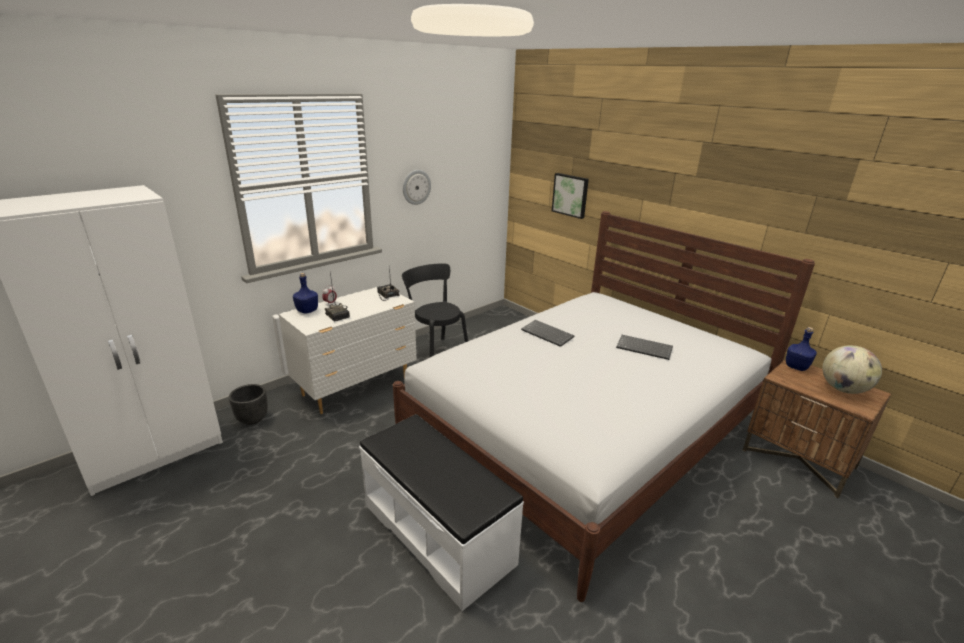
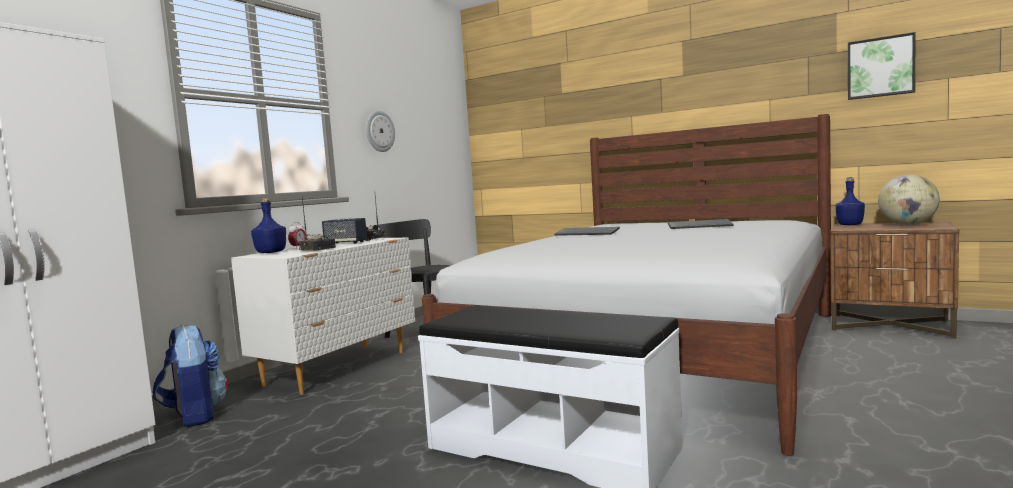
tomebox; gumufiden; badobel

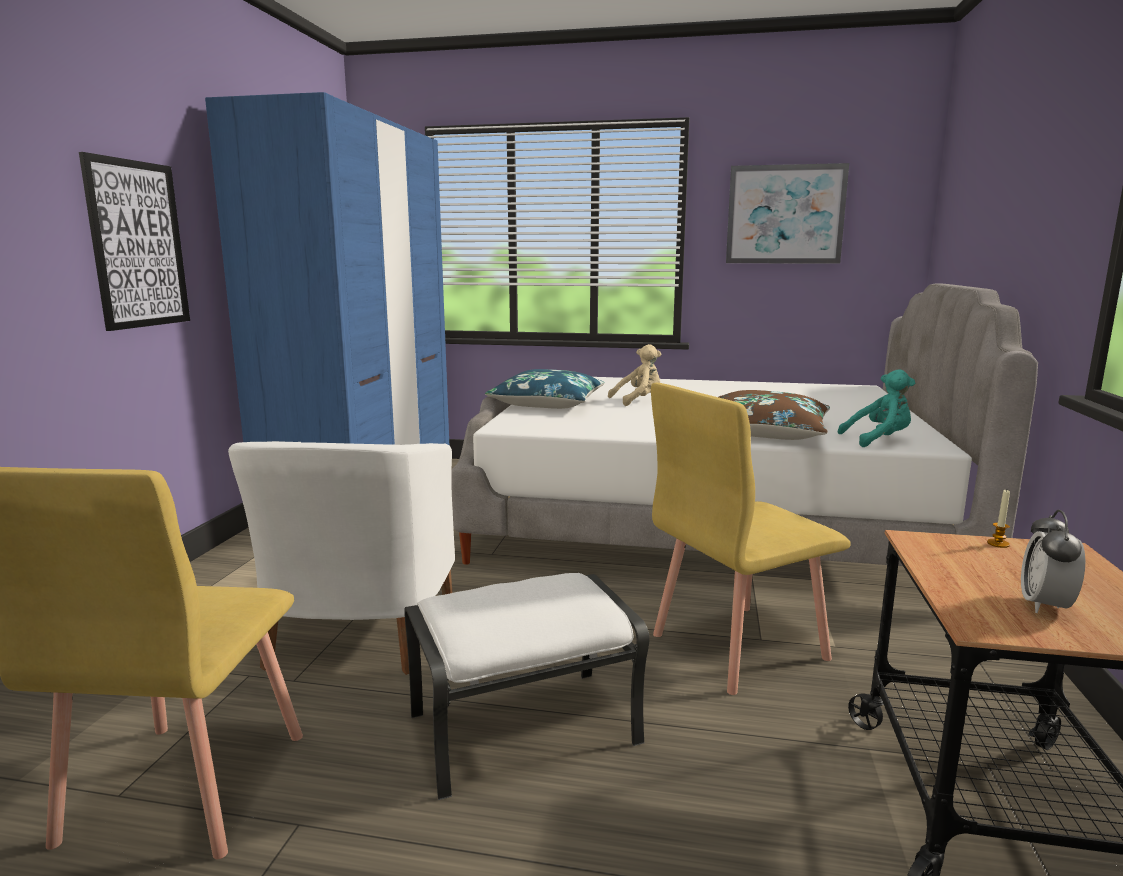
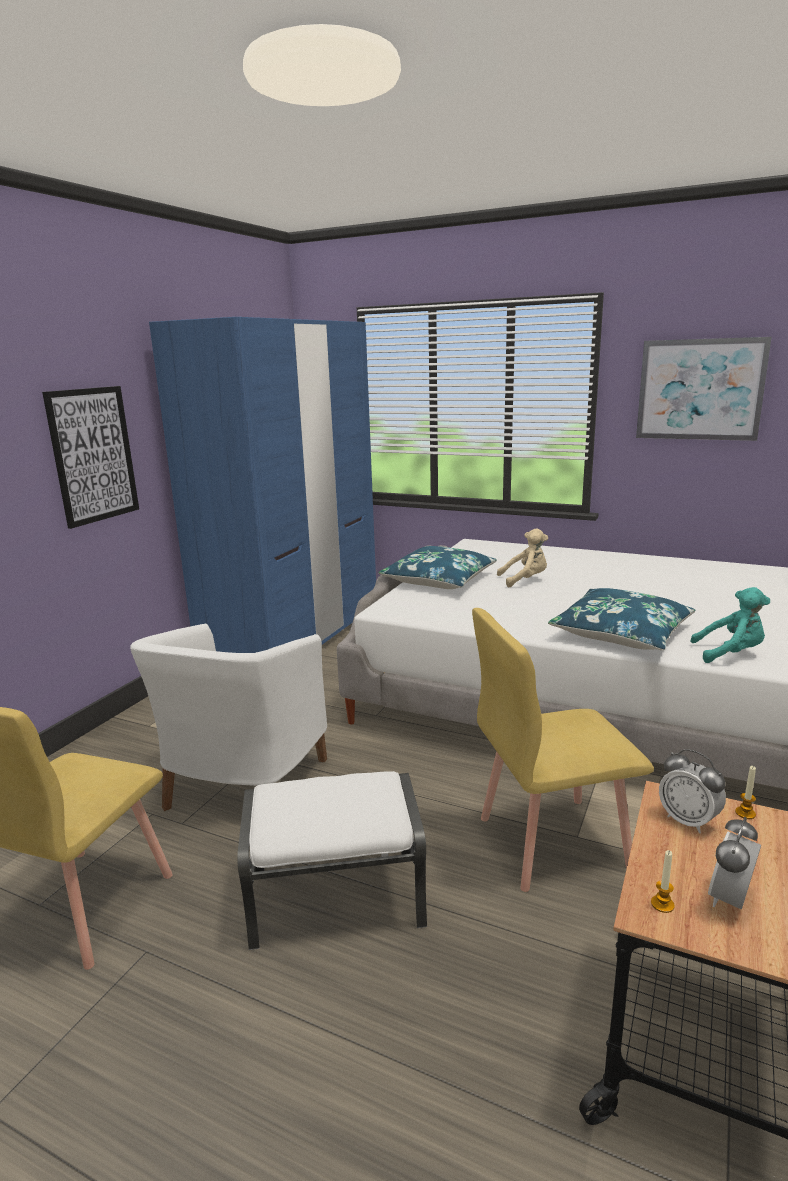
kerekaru (1st from left); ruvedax (1st from left); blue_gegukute (2nd from left)

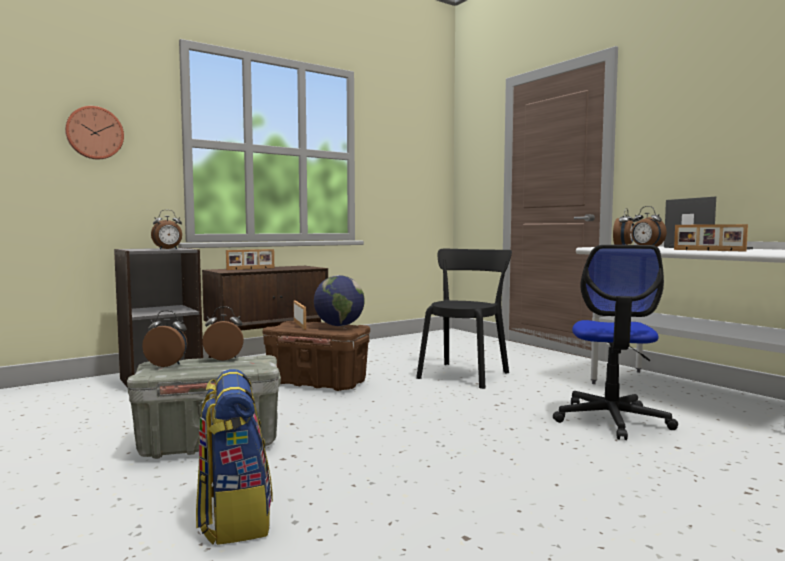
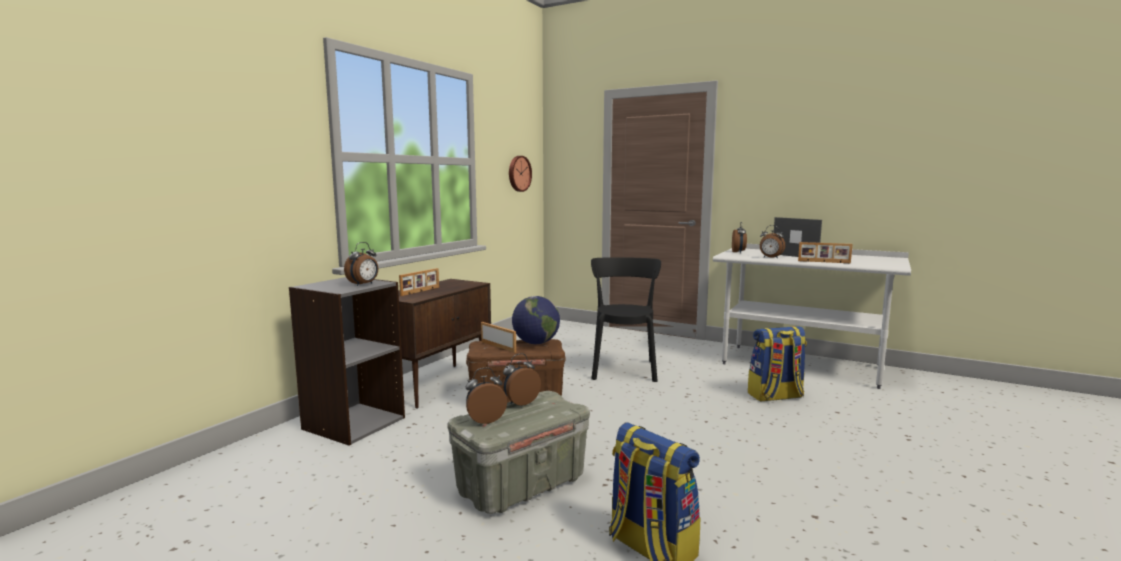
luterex; badobel (2nd from left)

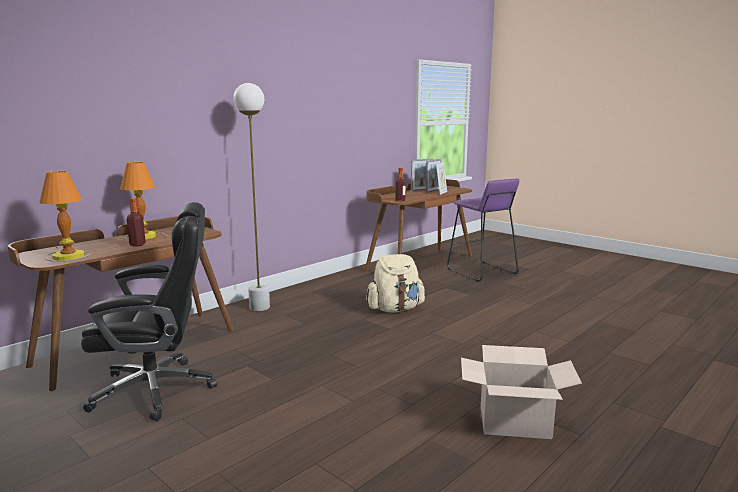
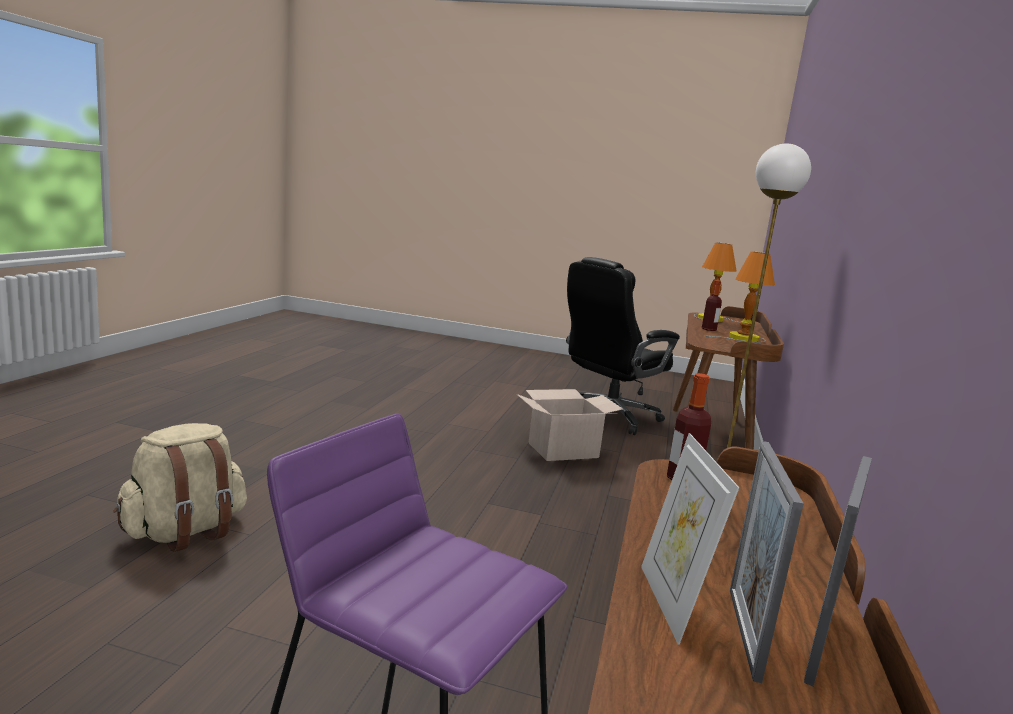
beige_badobel; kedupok

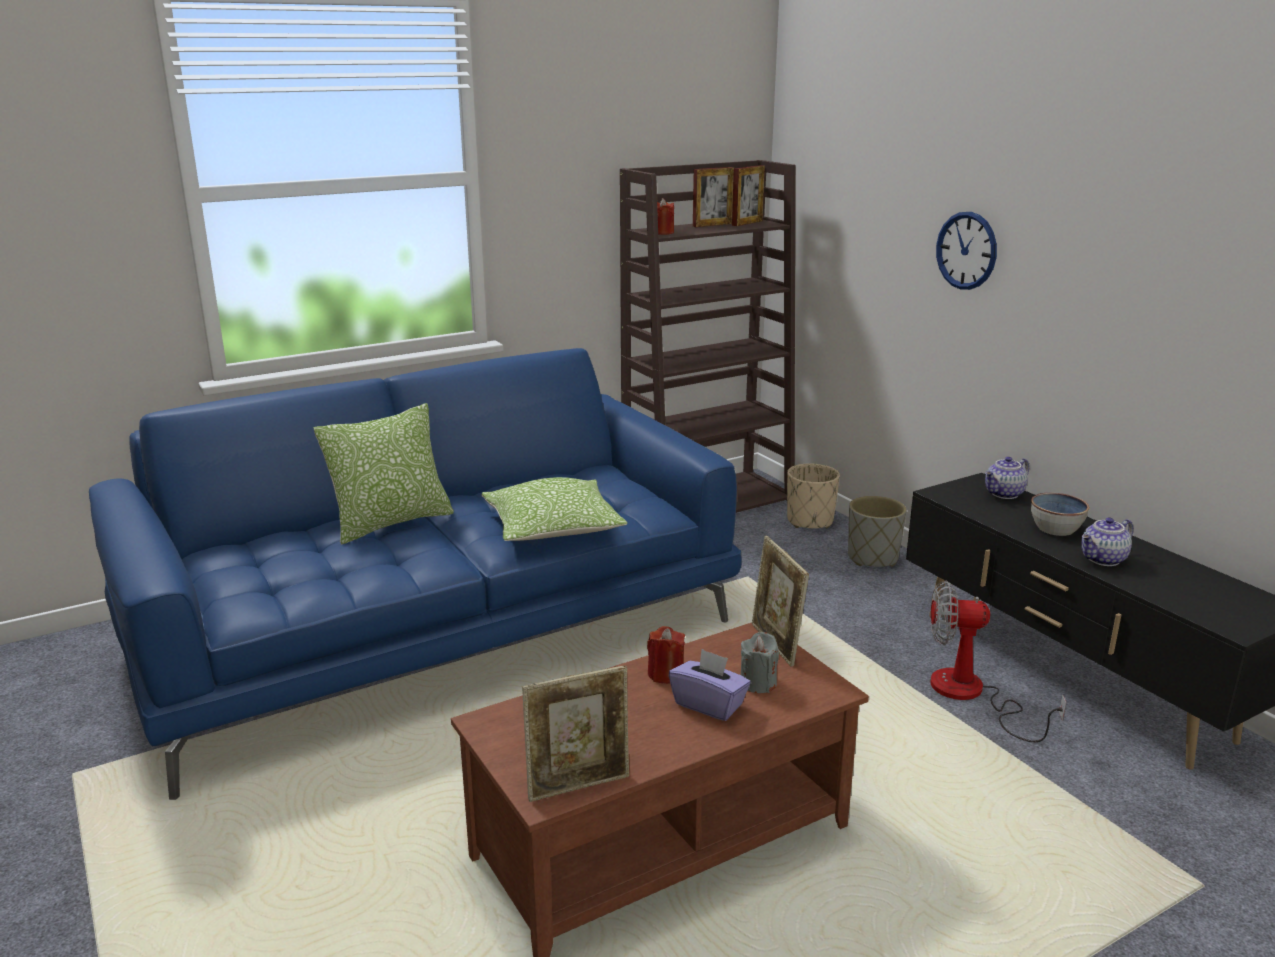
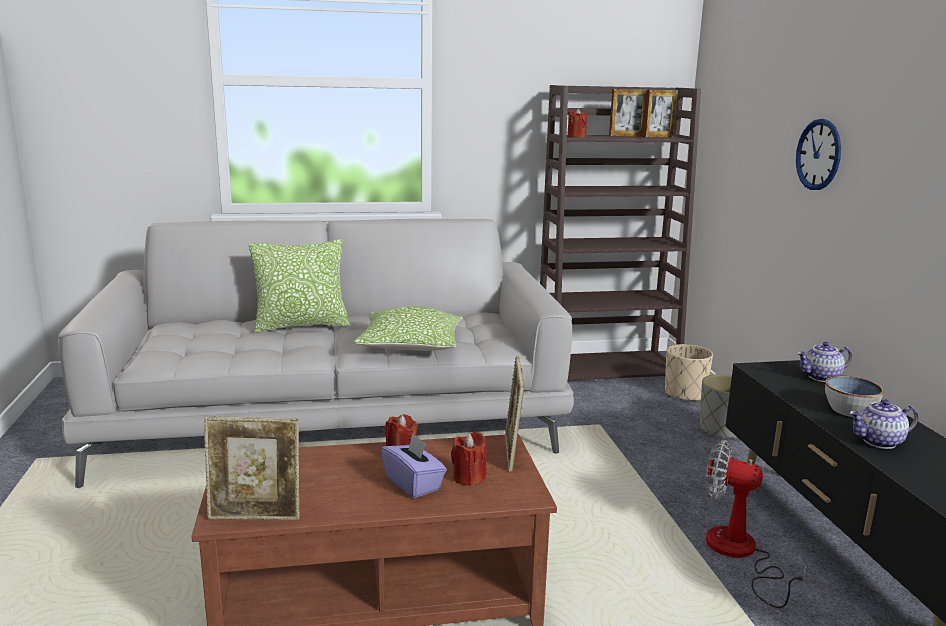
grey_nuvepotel; red_kerekaru (2nd from left)

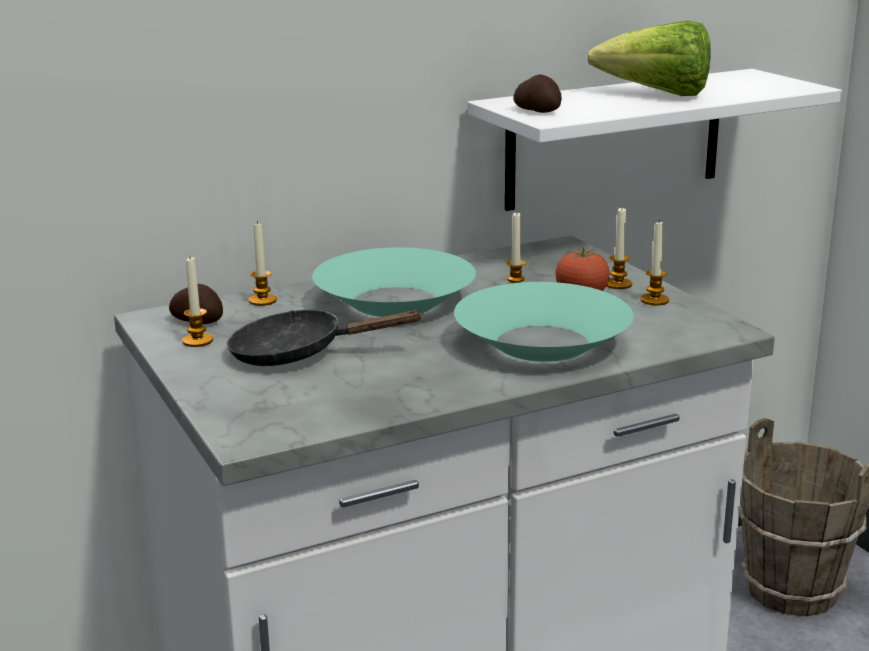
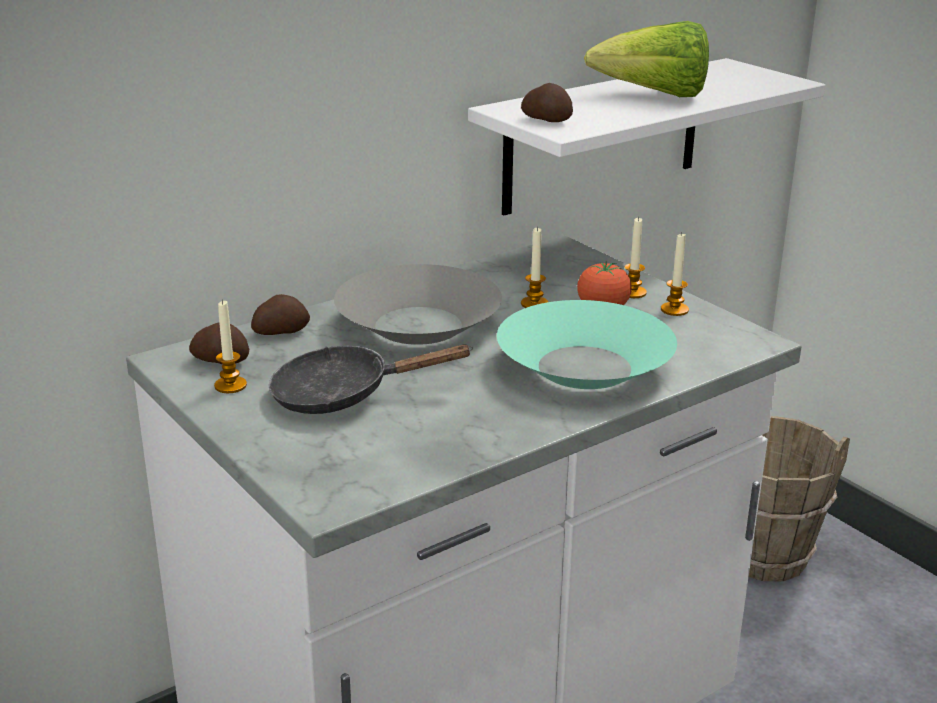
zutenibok (2nd from left); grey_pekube

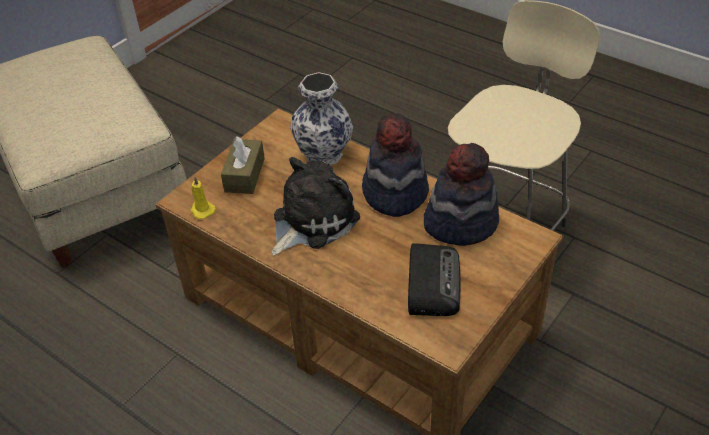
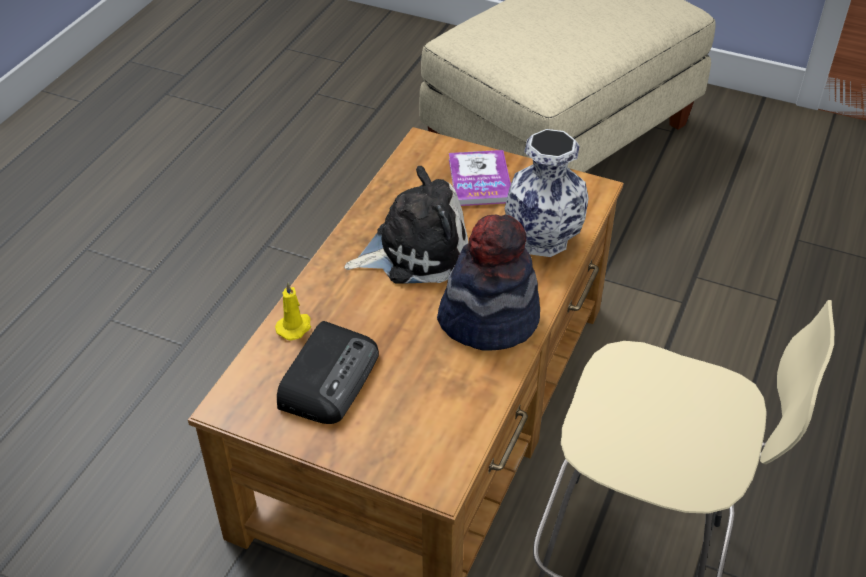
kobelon (2nd from left in the first image); yellow_kerekaru; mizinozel; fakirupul; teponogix

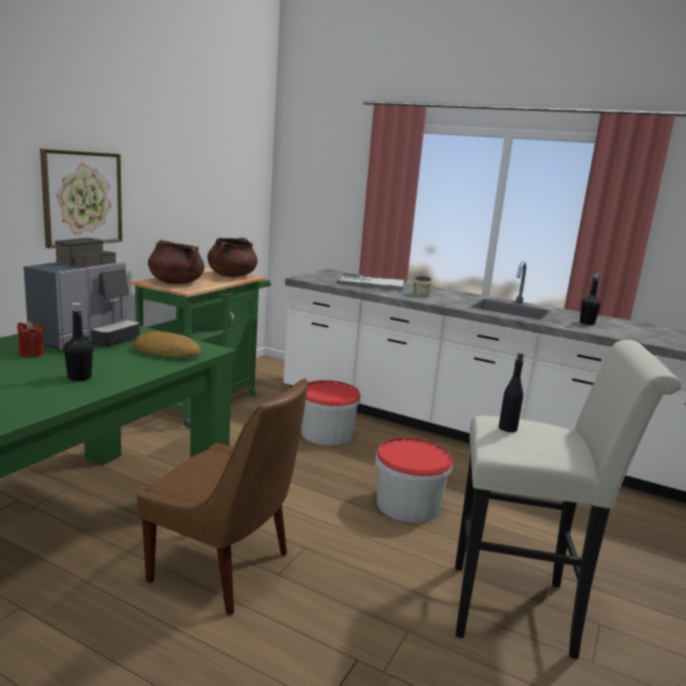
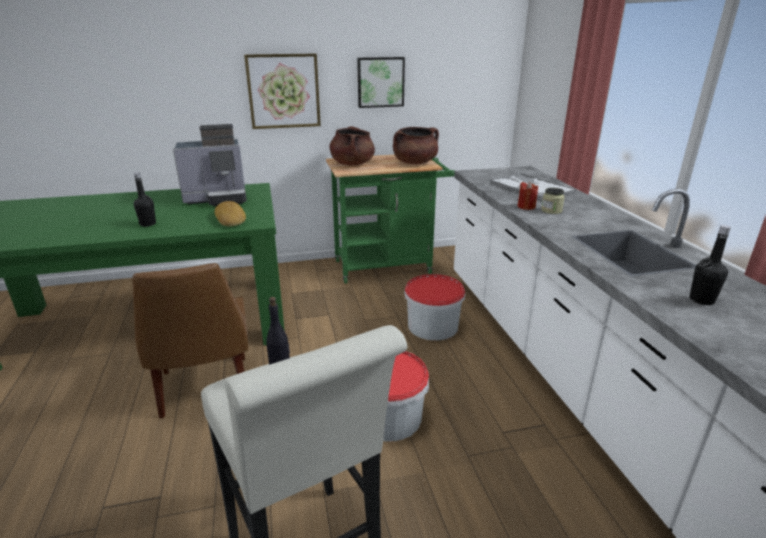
gumufiden (2nd from left); red_kerekaru

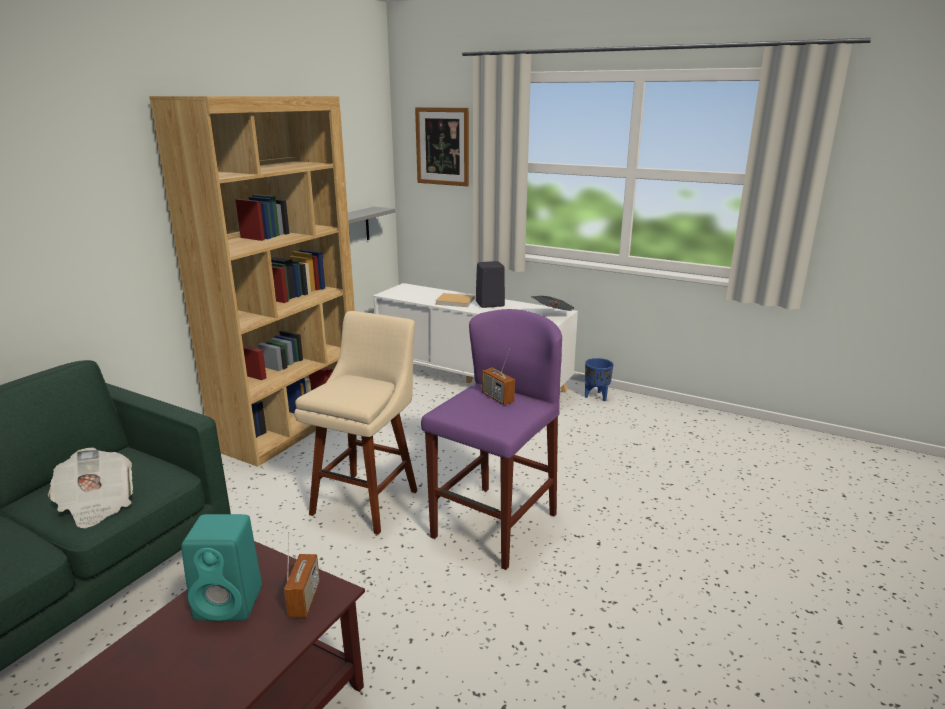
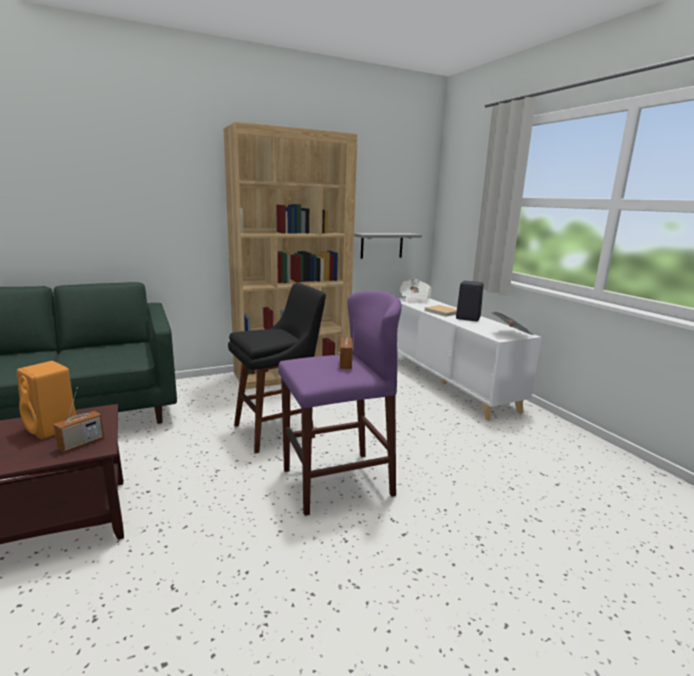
gumufiden; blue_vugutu; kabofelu (1st from left); orange_tomebox; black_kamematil

